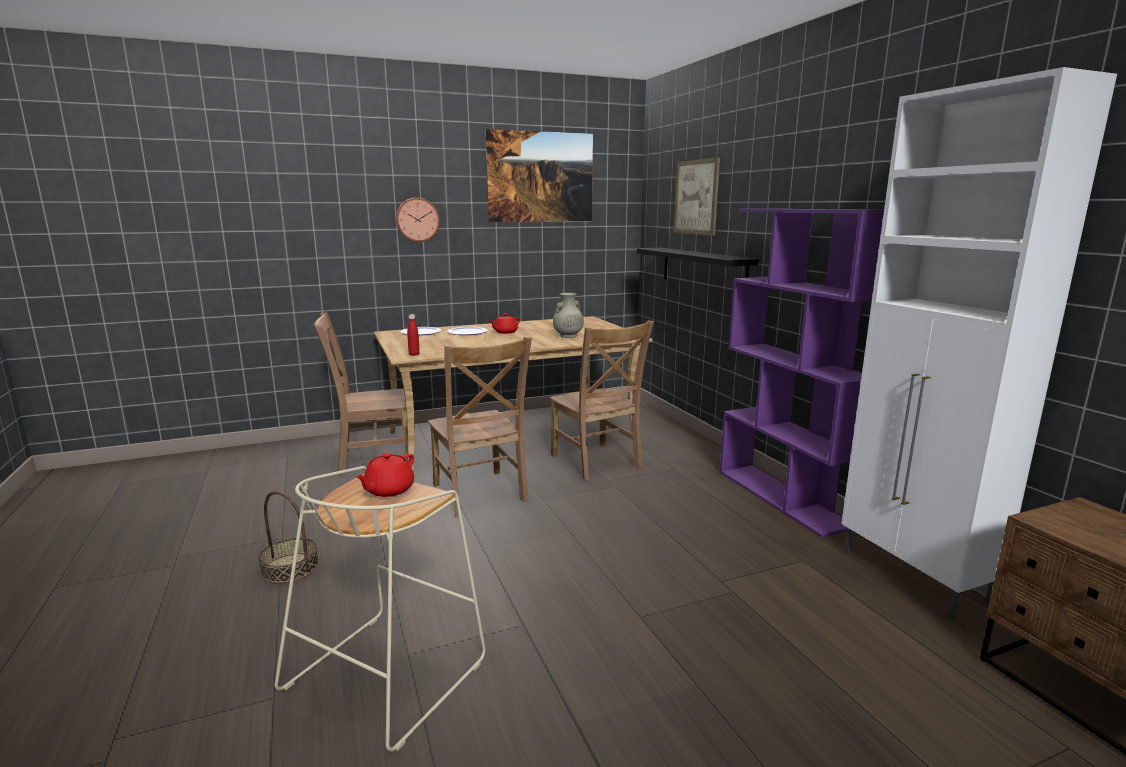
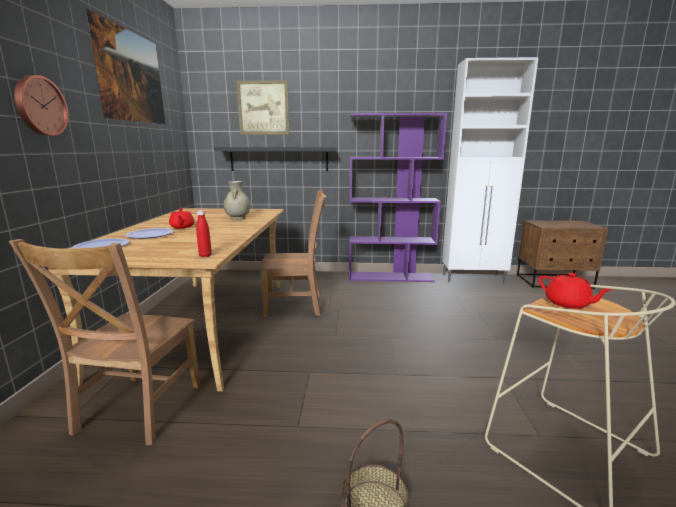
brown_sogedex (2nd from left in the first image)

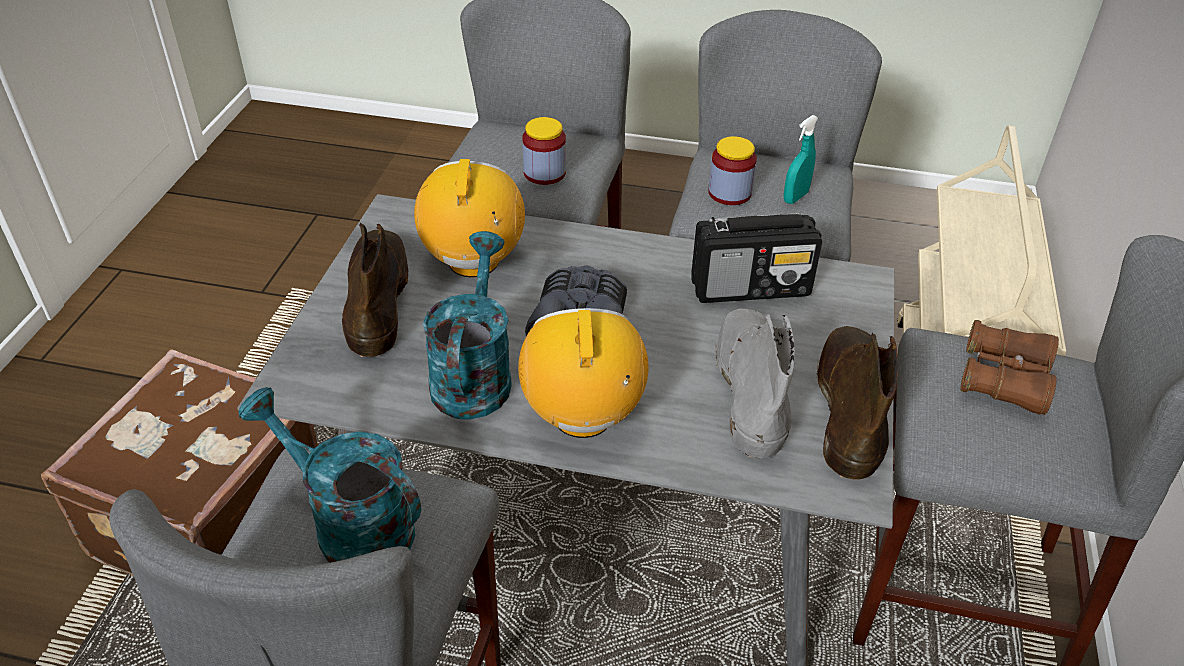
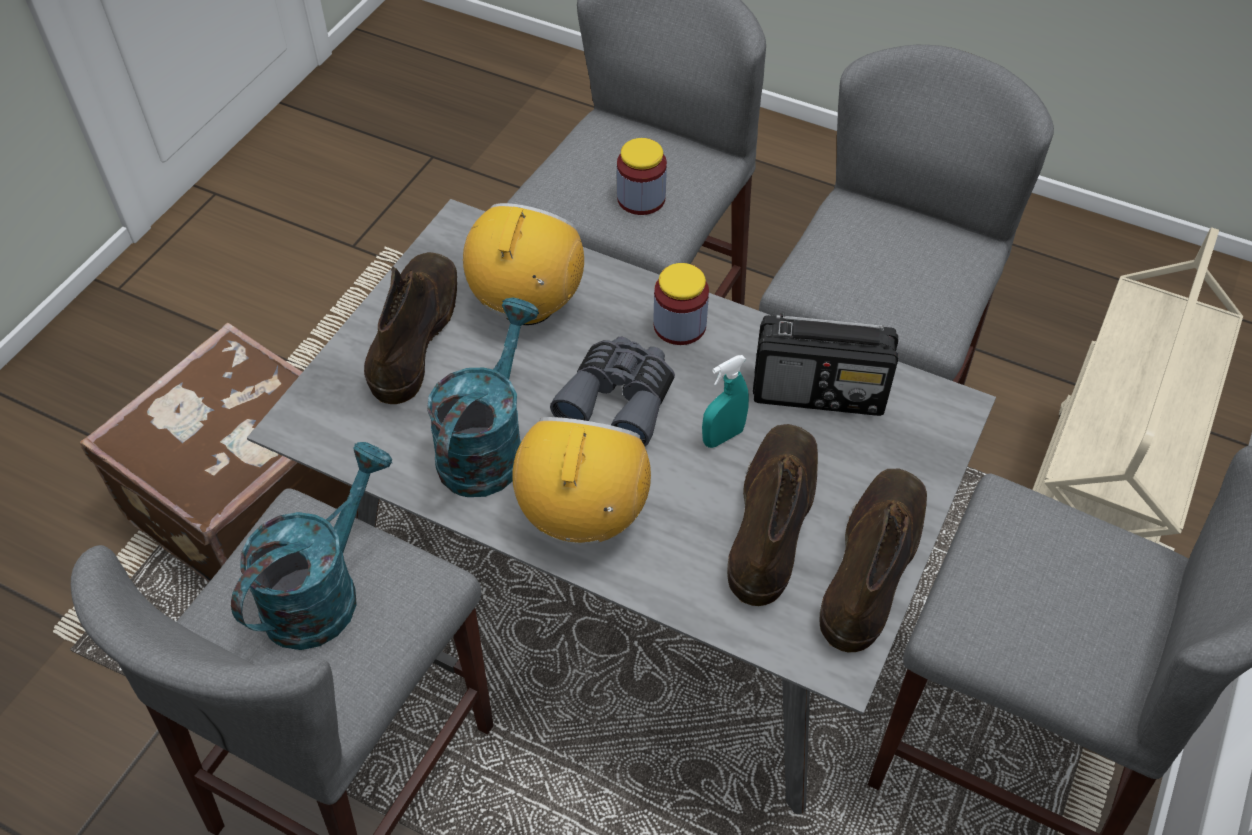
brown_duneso; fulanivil (2nd from left); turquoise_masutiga; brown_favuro (2nd from left); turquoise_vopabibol (1st from left)

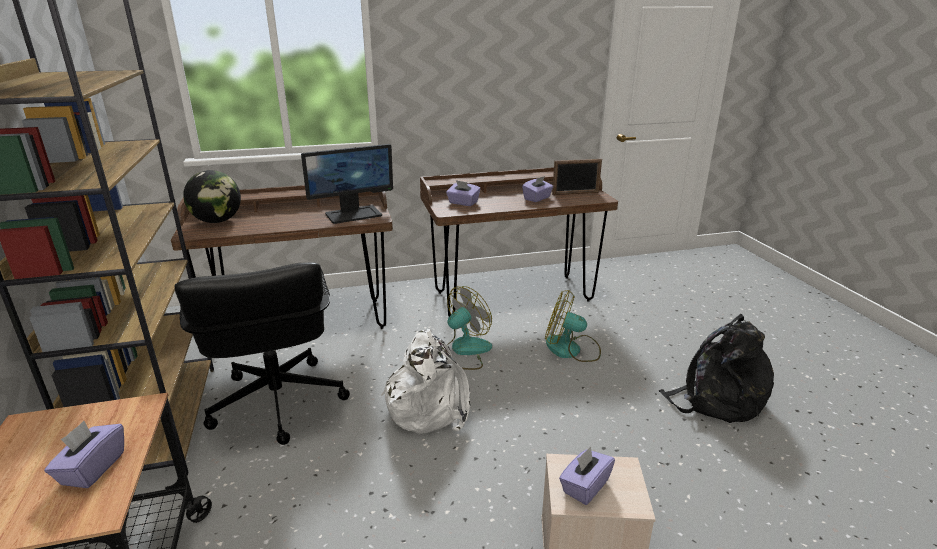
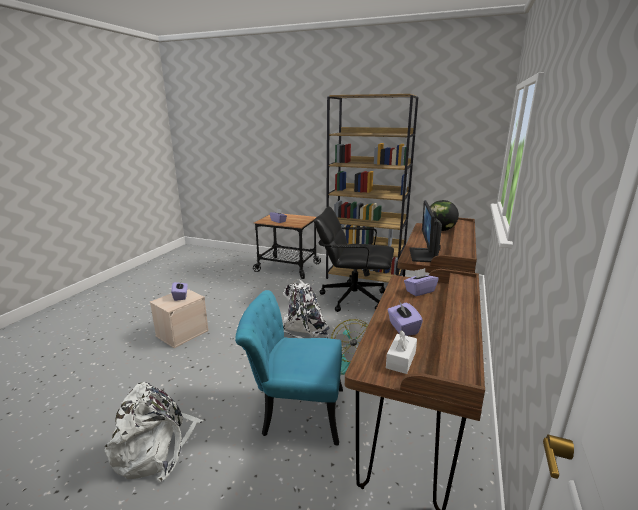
turquoise_sogedex; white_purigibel; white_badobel (1st from left)

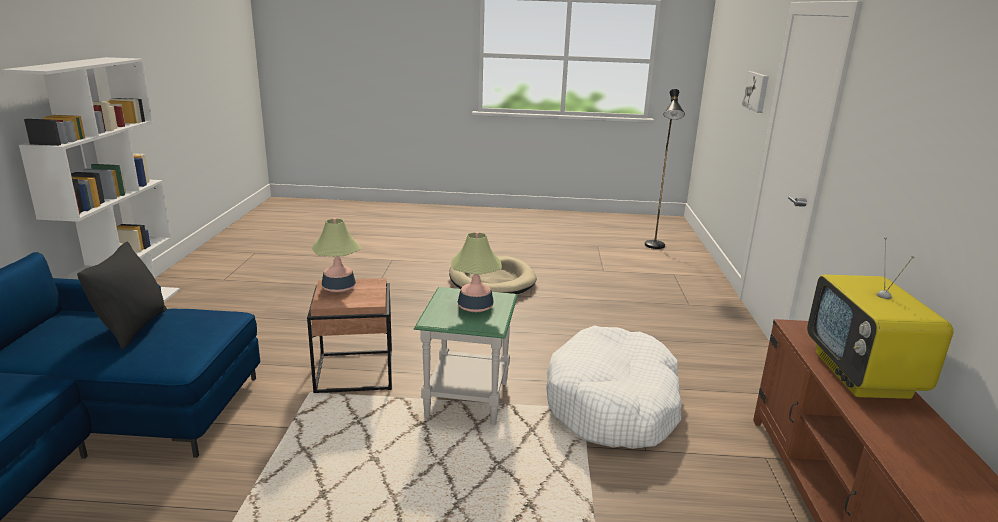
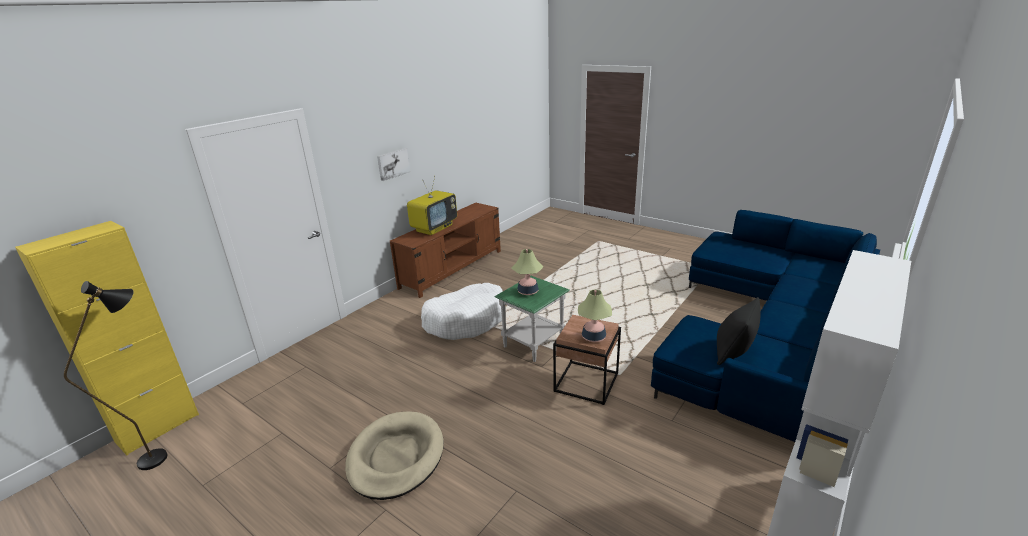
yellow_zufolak; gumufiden

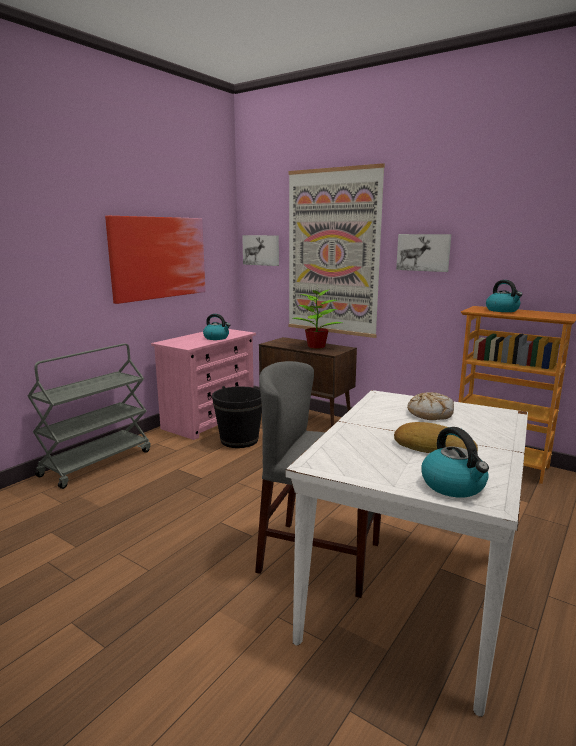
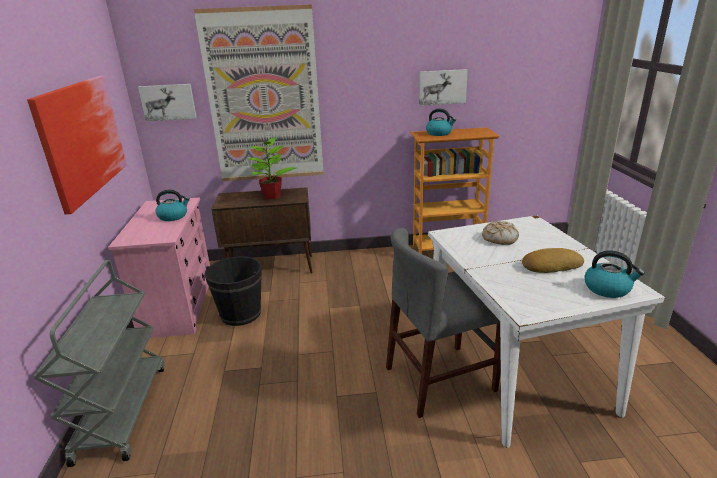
gumufiden (4th from left)

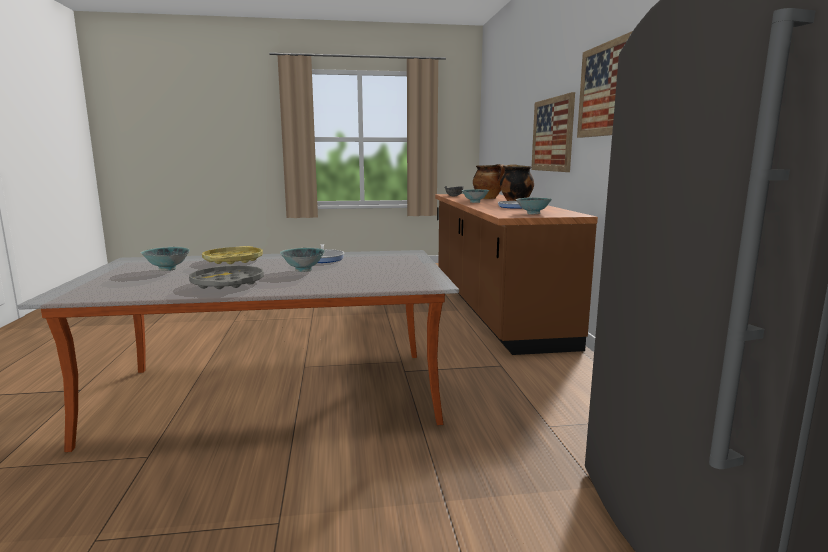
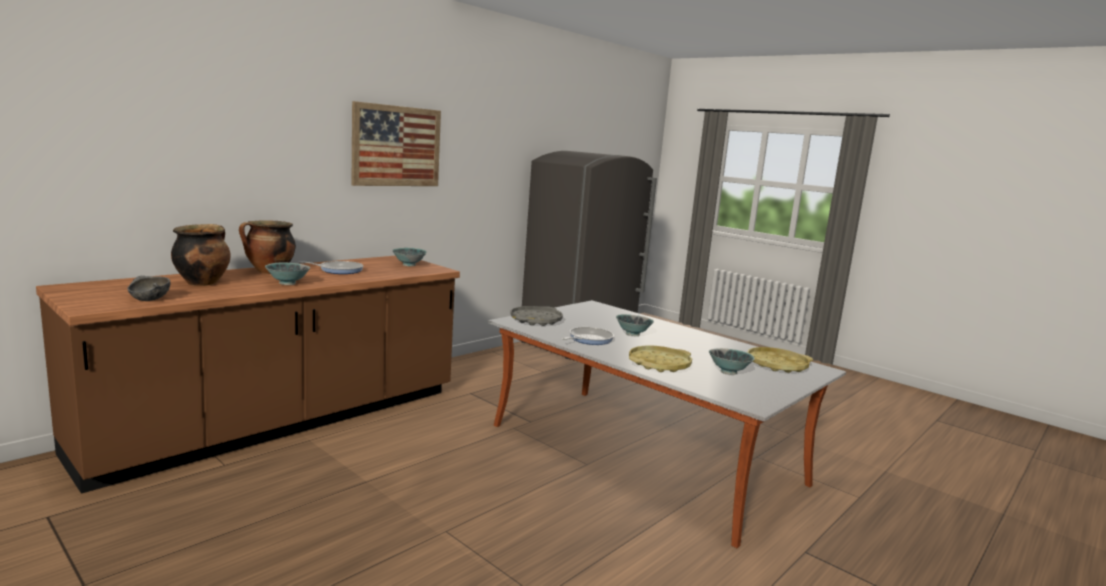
gumufiden (1st from left in the first image); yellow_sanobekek (2nd from left); grey_sanobekek

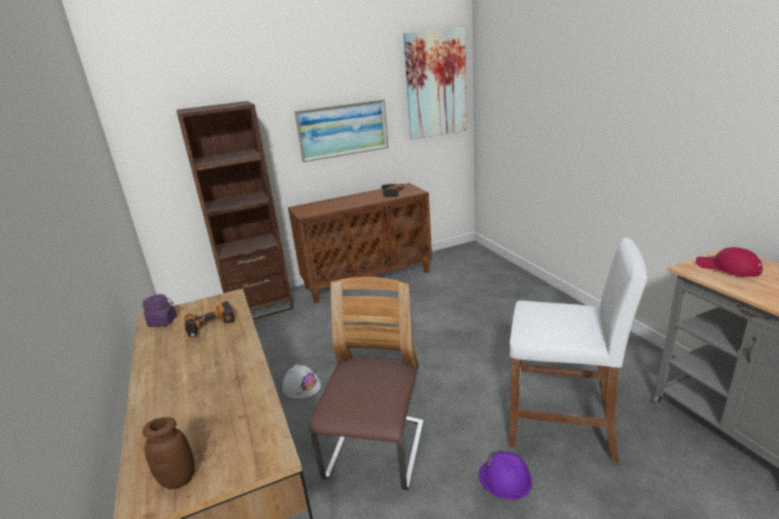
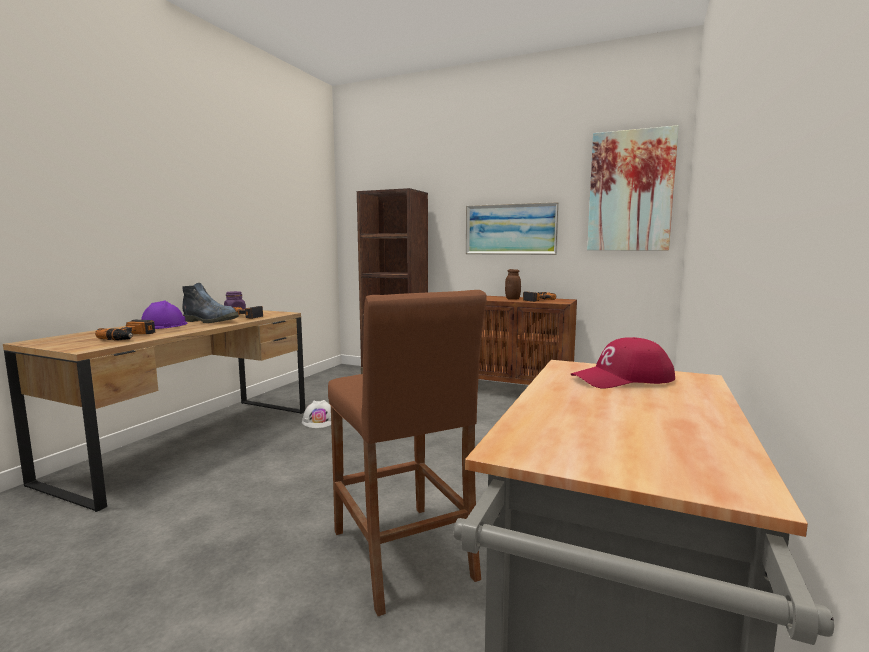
sogedex; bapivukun (1st from left); favuro; brown_fulanivil; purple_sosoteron; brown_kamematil; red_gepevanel

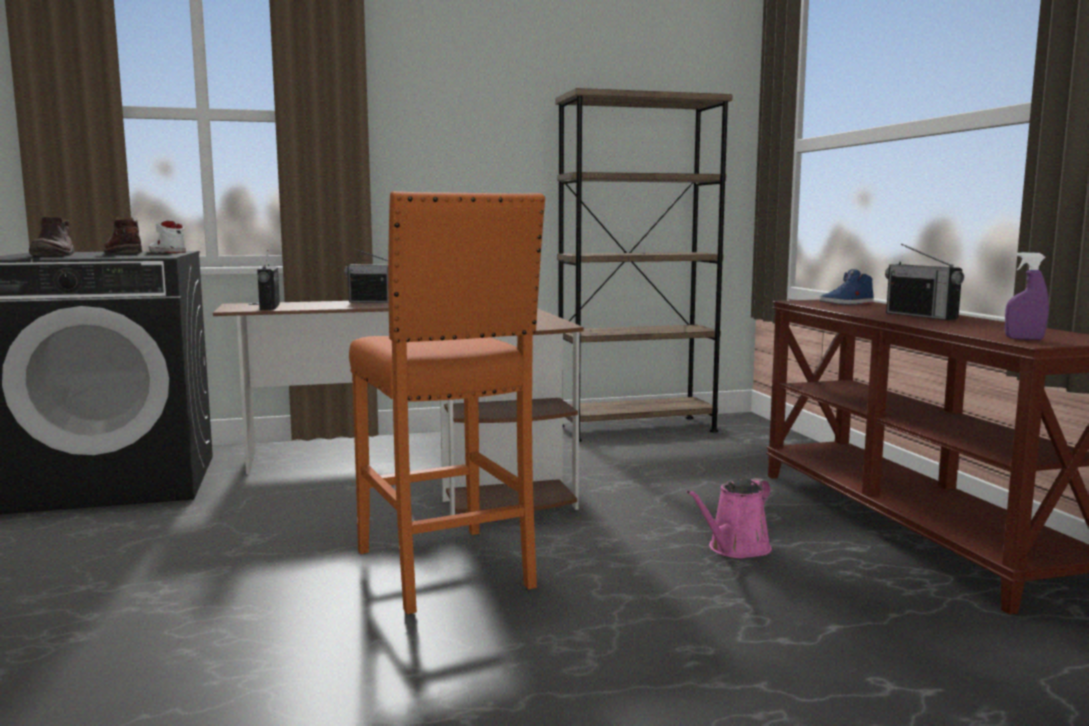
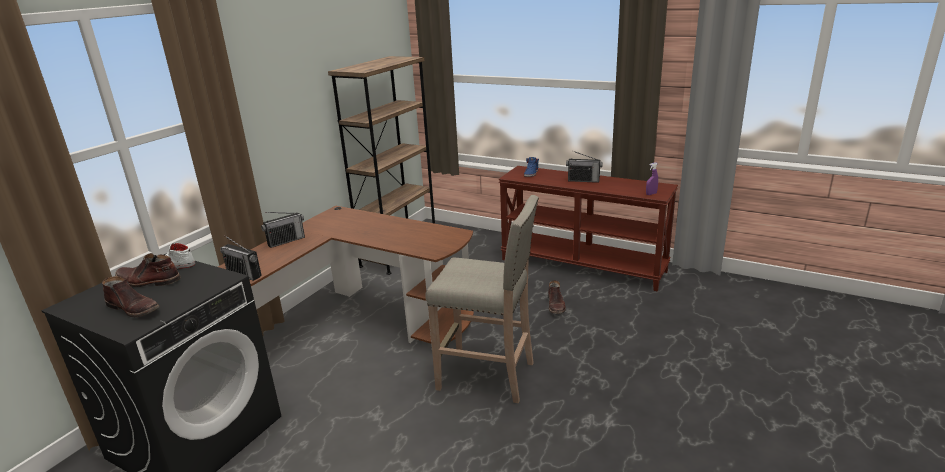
brown_favuro (3rd from left); beige_kamematil

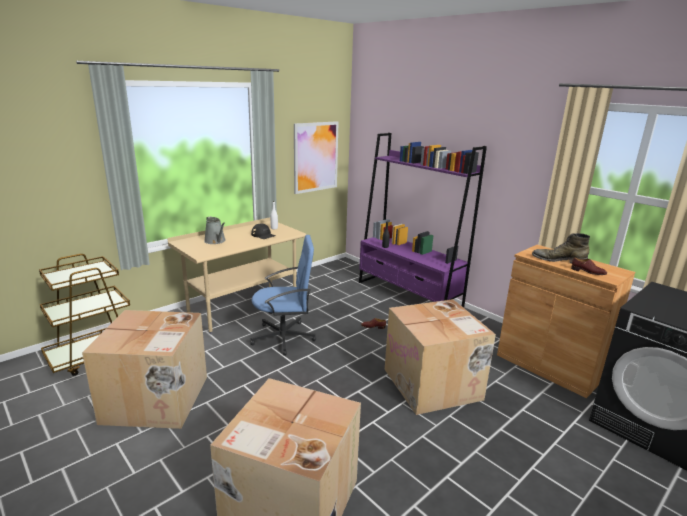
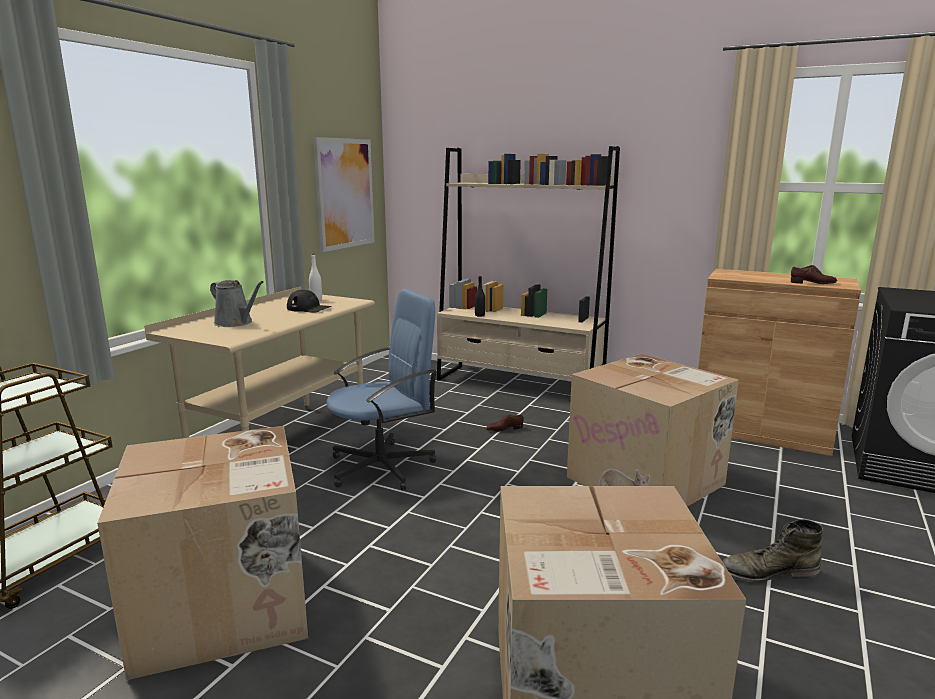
green_favuro; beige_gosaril

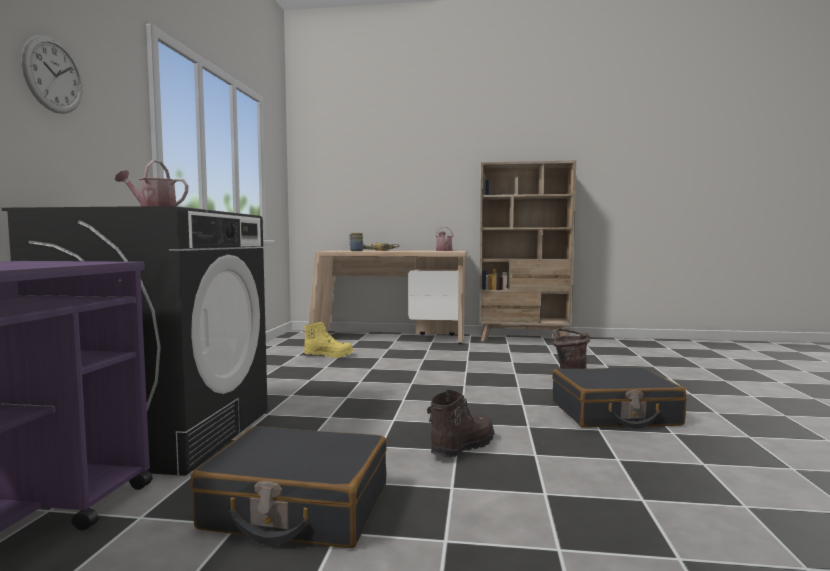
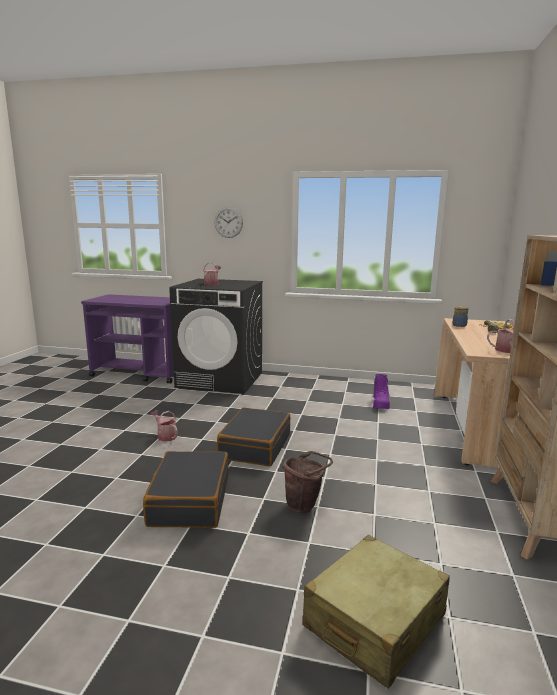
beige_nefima; black_nefima (2nd from left); vopabibol (1st from left); purple_favuro

